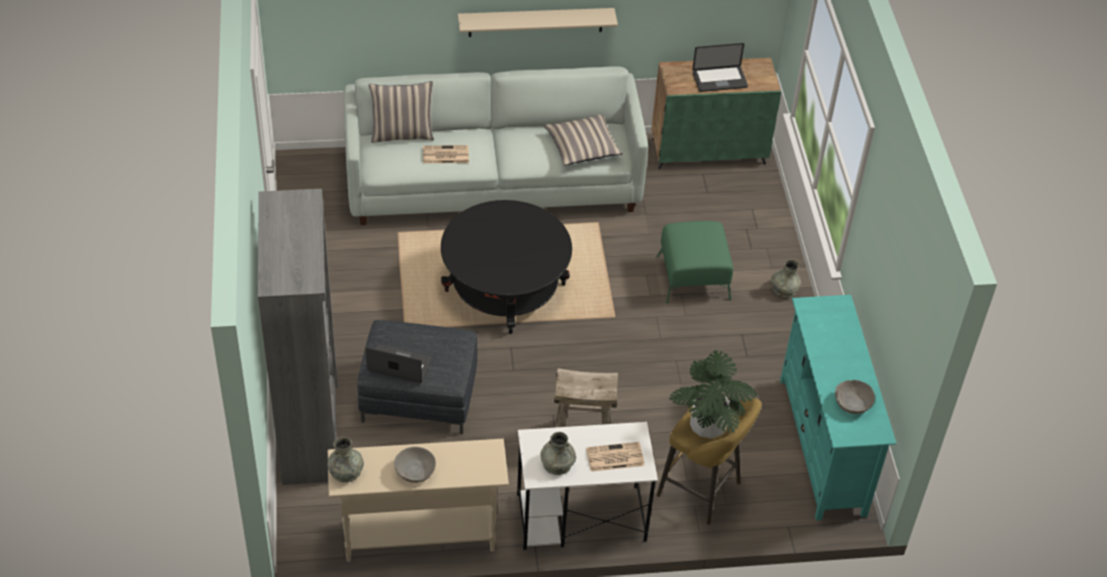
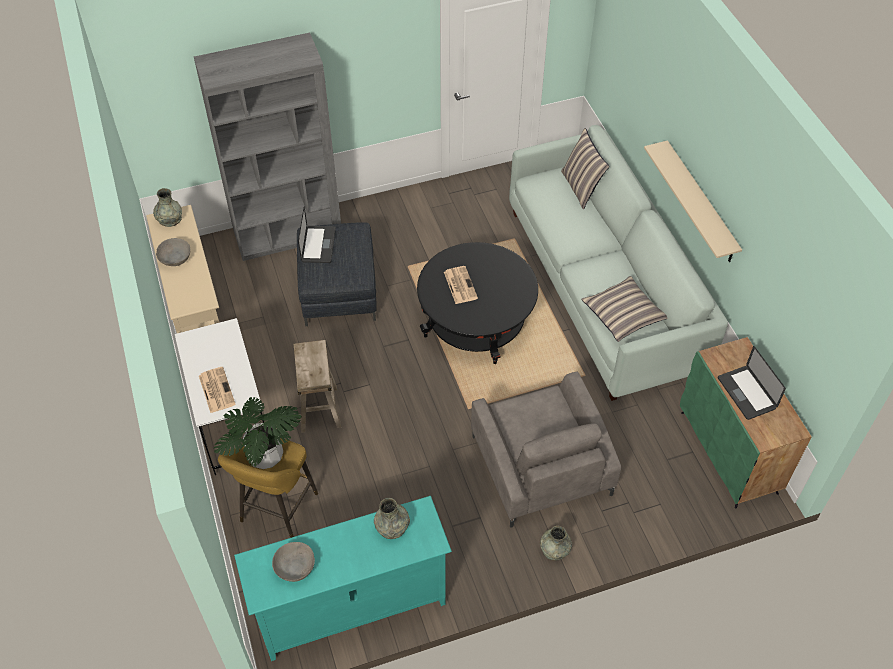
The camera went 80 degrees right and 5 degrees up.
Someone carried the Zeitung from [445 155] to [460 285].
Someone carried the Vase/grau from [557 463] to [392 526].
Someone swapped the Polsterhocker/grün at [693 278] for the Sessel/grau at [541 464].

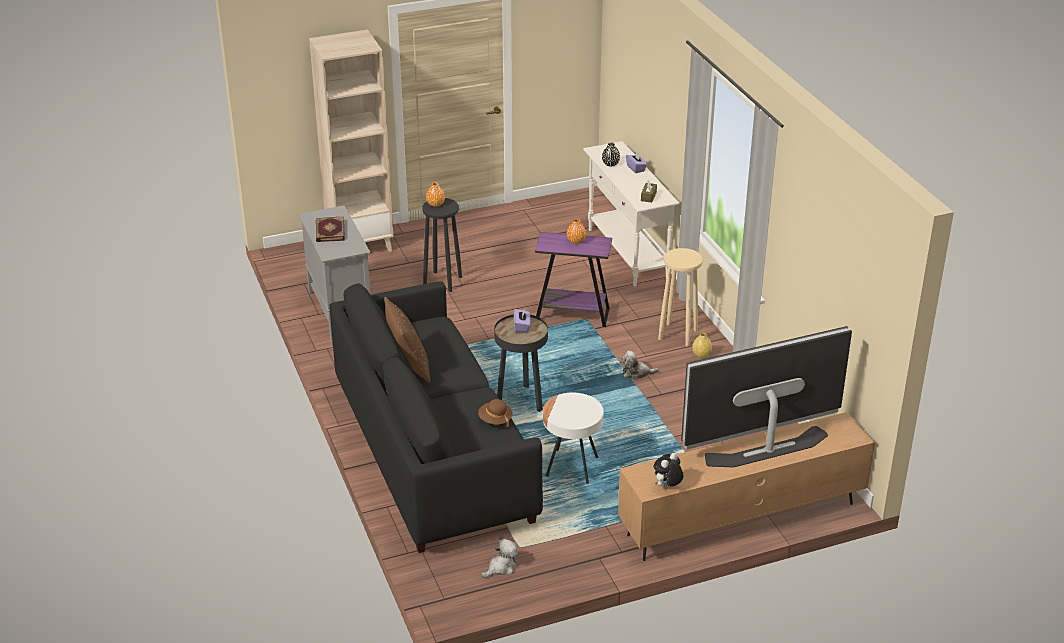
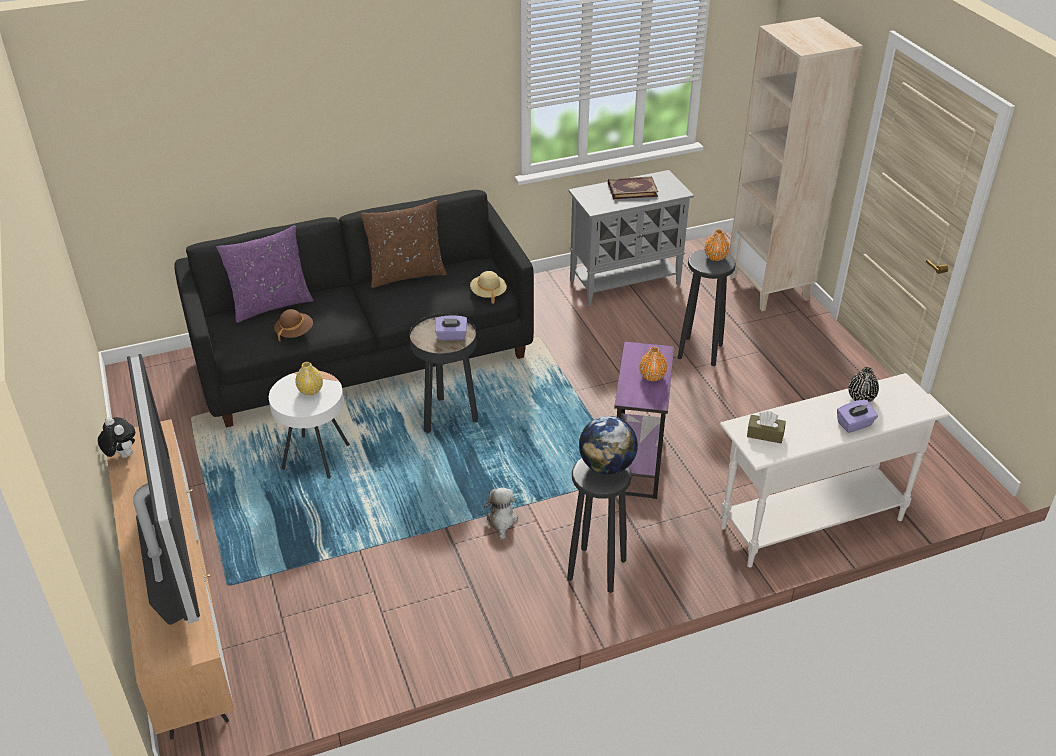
The camera went 90 degrees right and 5 degrees up.
Someone took away the Plüschtier at [501 567].
Someone put down the Kissen/lila at [271 305].
Someone put down the Hut/beige at [488 293].
Someone put down the Globus at [607 466].
Someone carried the Vase/gelb from [701 354] to [310 390].
Someone repainted the Hocker/beige at [678 335], which became the Hocker/schwarz at [596 570].

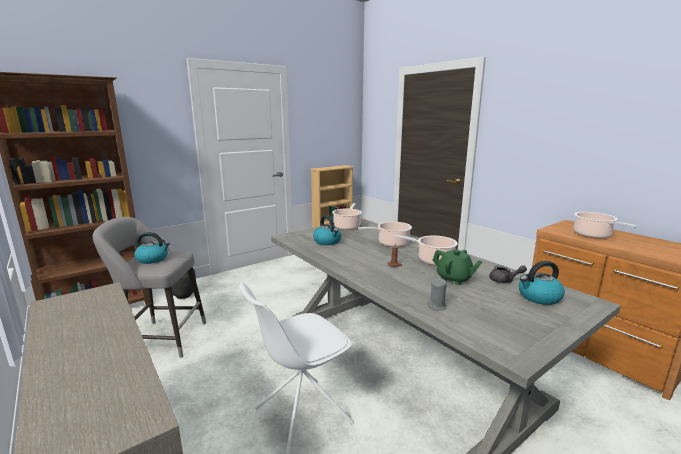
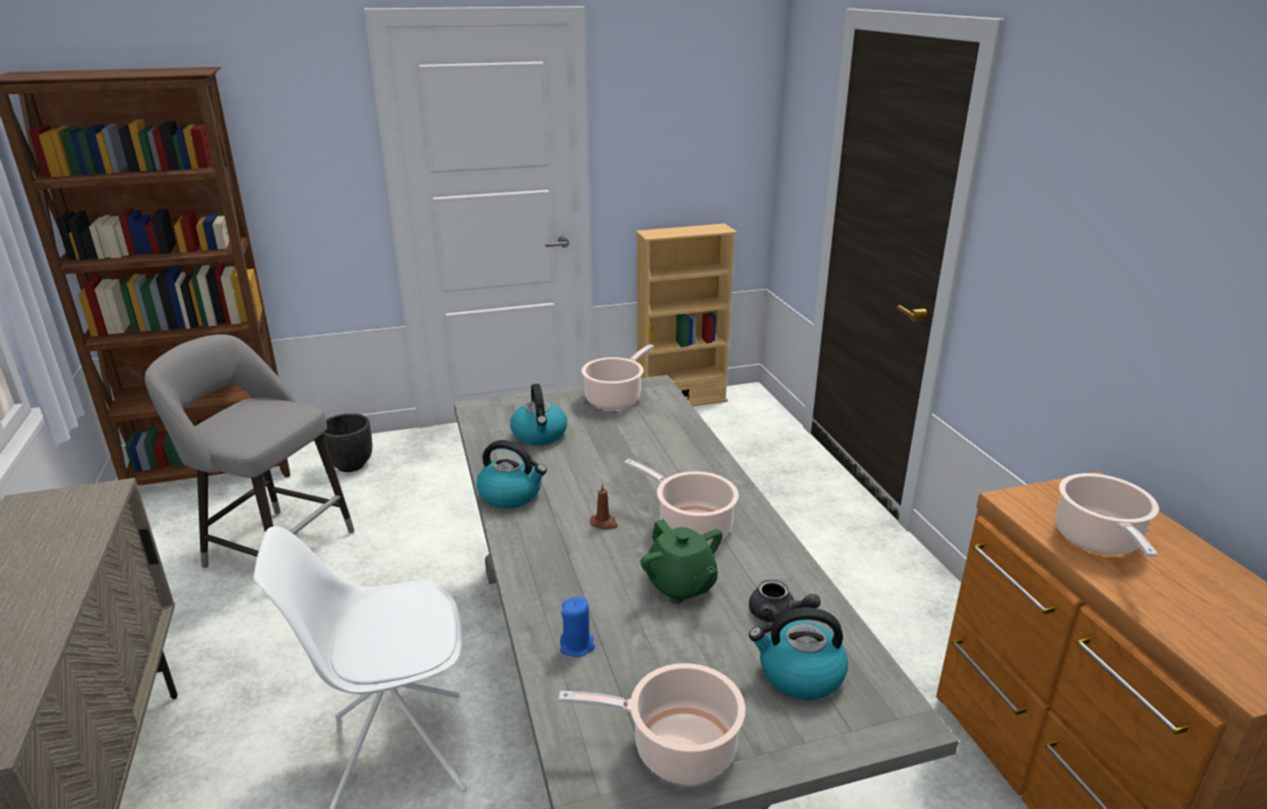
The camera went 20 degrees right and 10 degrees up.
Someone carried the Wasserkessel from [153 259] to [511 495].
Someone carried the Kochtopf from [391 243] to [677 747].
Someone repainted the Kerze/grau at [437 306], which became the Kerze/blau at [577 646].

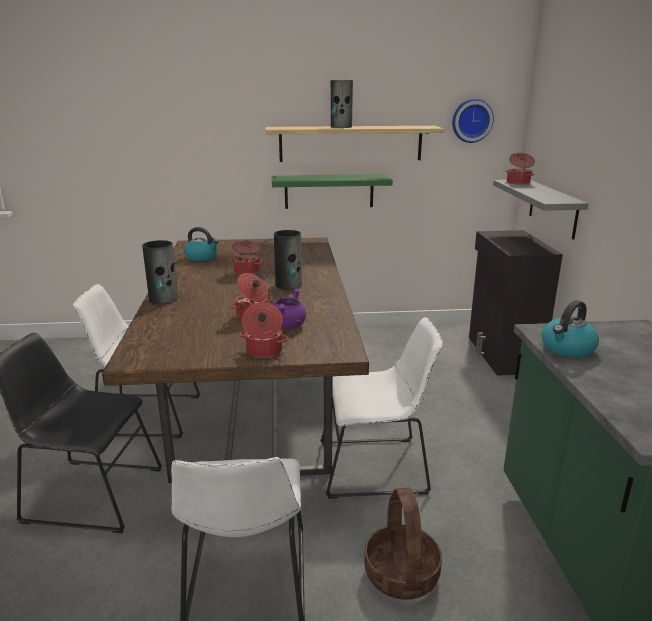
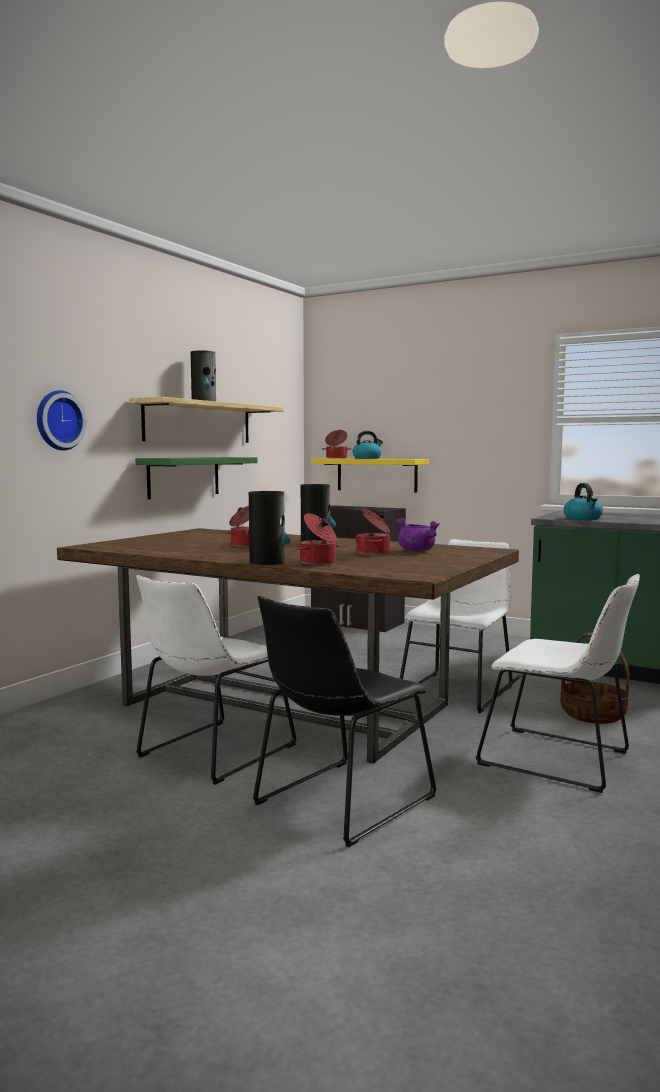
The camera went 55 degrees left and 15 degrees down.
Someone carried the Wasserkessel from [202 257] to [367 458].
Someone carried the Kochtopf from [263 351] to [318 562].
Someone carried the Wanduhr from [471 120] to [58 420].
Someone repainted the Wandregal/grau at [553 208], which became the Wandregal/gelb at [376 475].

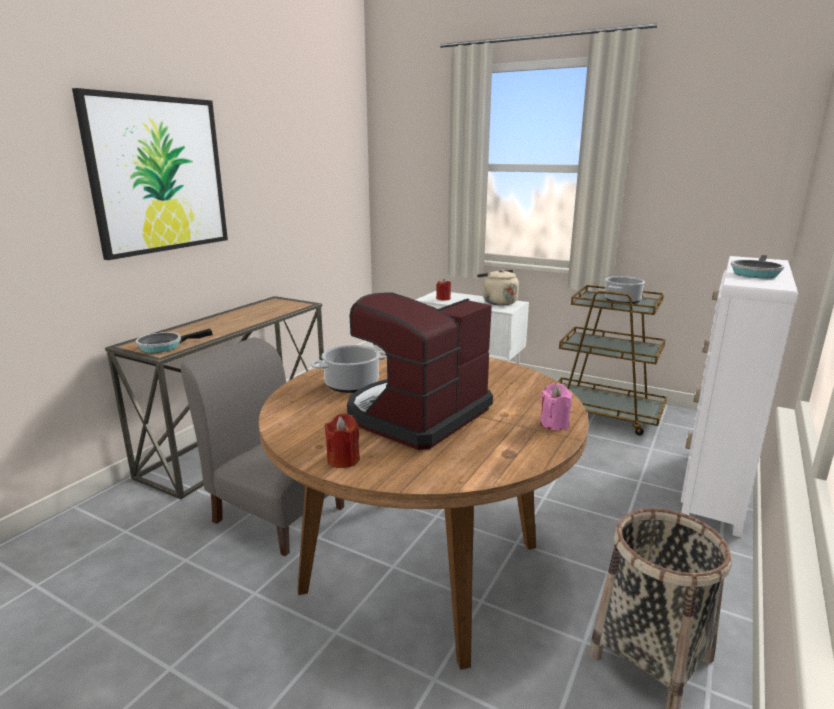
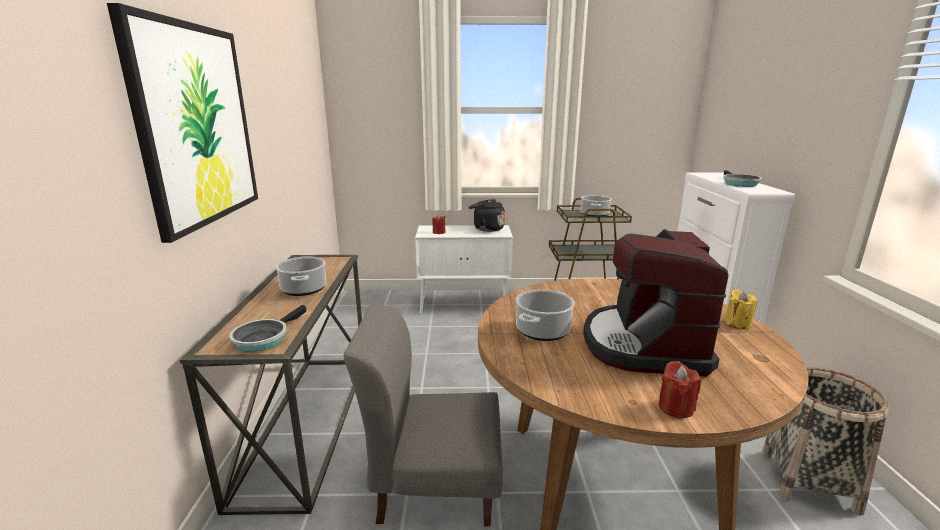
The camera went 30 degrees left and 0 degrees up.
Someone put down the Kochtopf at [304 289].
Someone repainted the Wasserkessel/beige at [497 302], which became the Wasserkessel/schwarz at [486 229].
Someone repainted the Kerze/rosa at [554 424], which became the Kerze/gelb at [737 323].

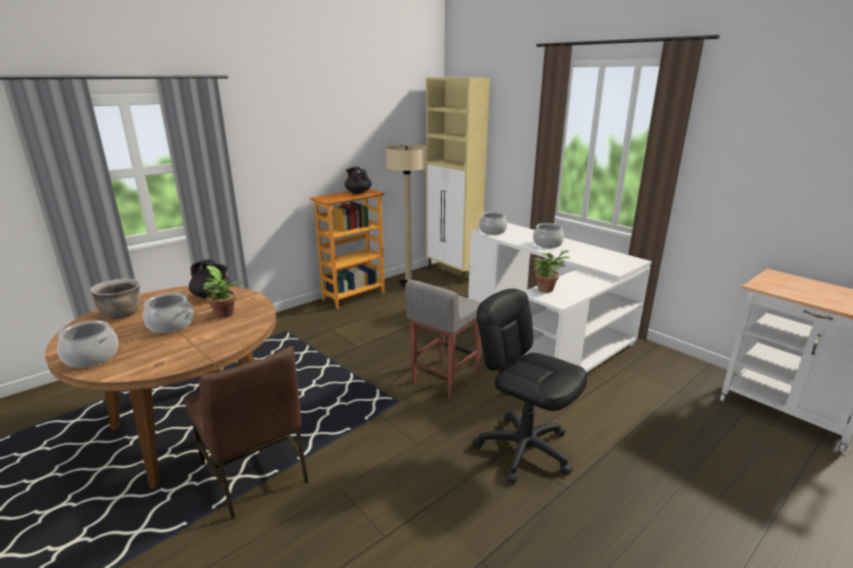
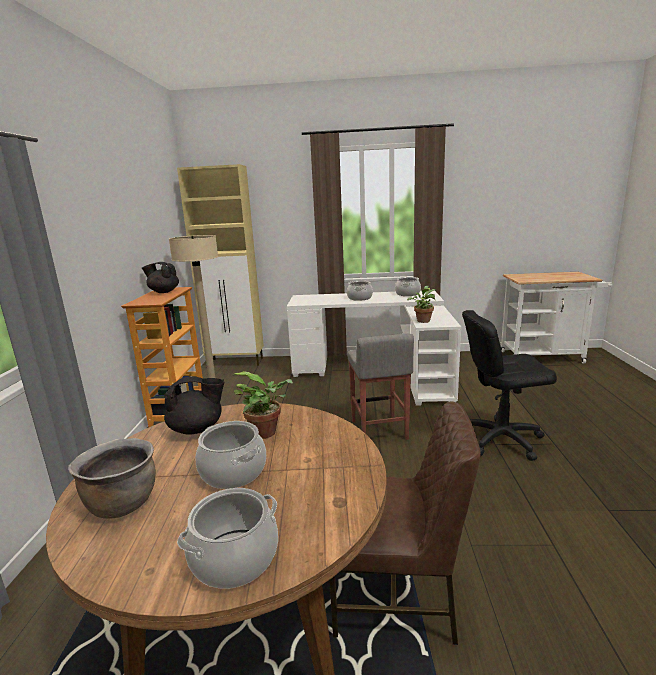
The camera went 45 degrees left and 5 degrees down.
Someone carried the Kochtopf from [492 231] to [407 294].

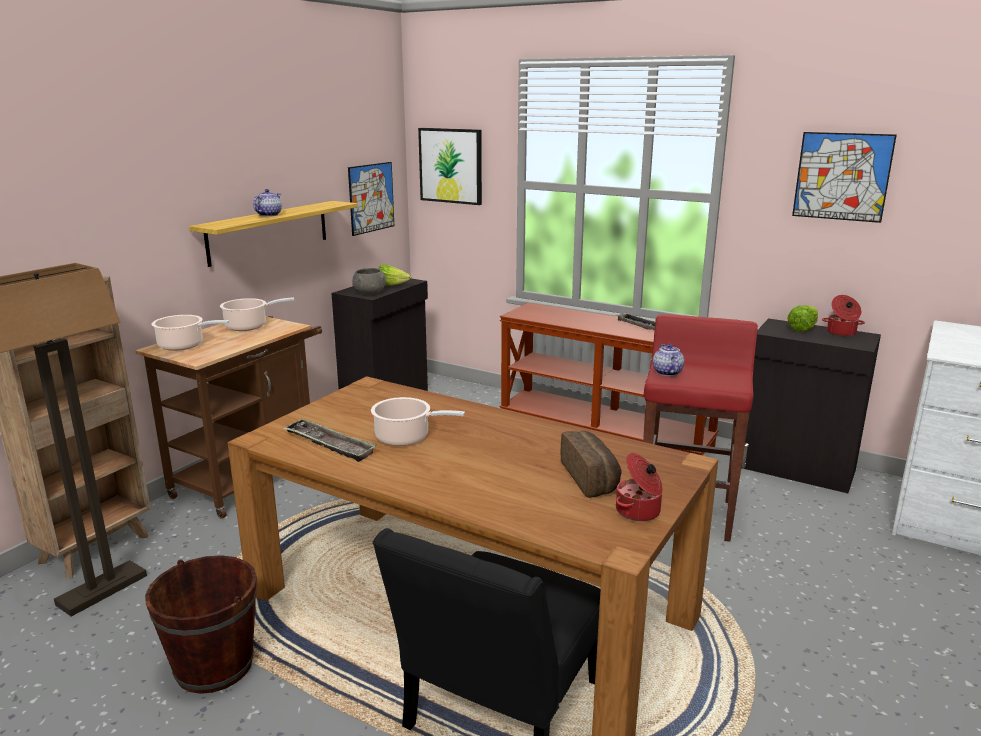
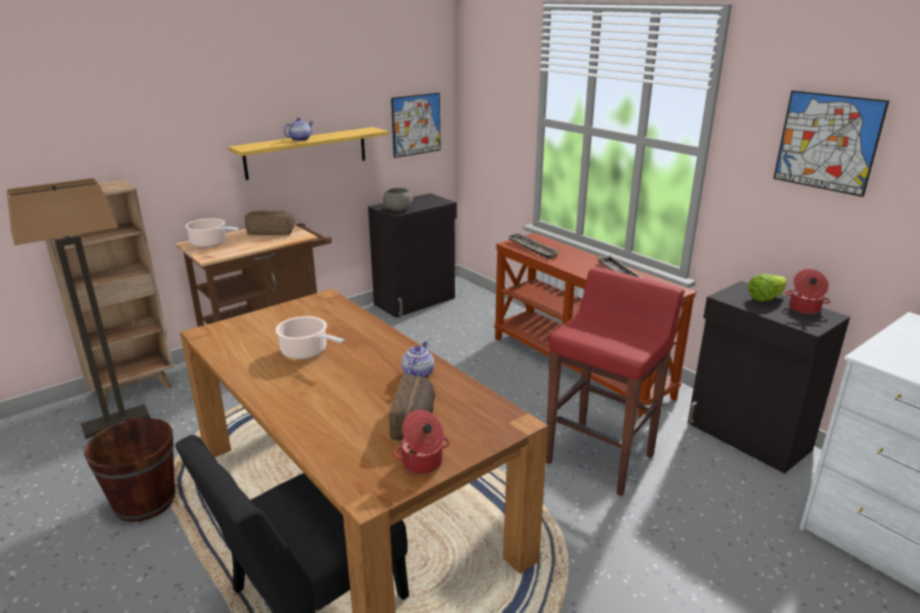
The camera went 20 degrees right and 5 degrees up.
Someone took away the Salatkopf at [392 286].
Someone took away the Bild at [451 165].
Someone carried the Tablett from [329 444] to [532 249].
Someone carried the Teekanne from [666 372] to [418 374].
Someone swapped the Kochtopf at [249 326] for the Brot at [272 232].

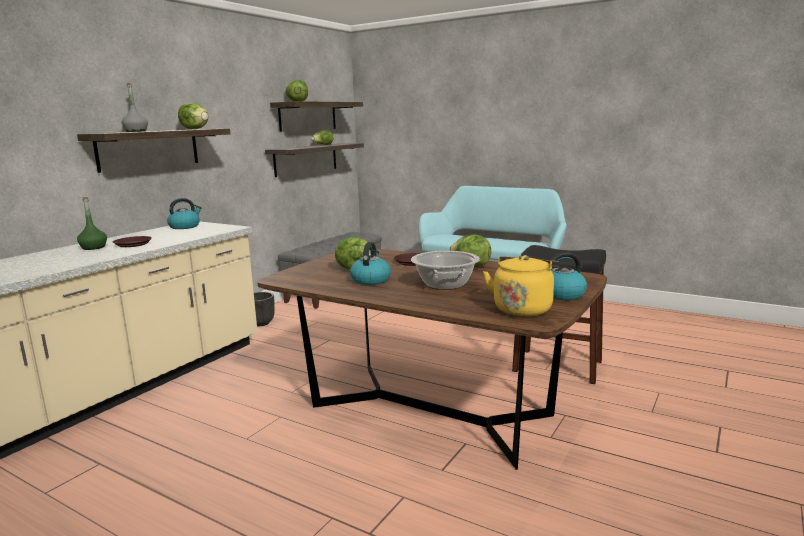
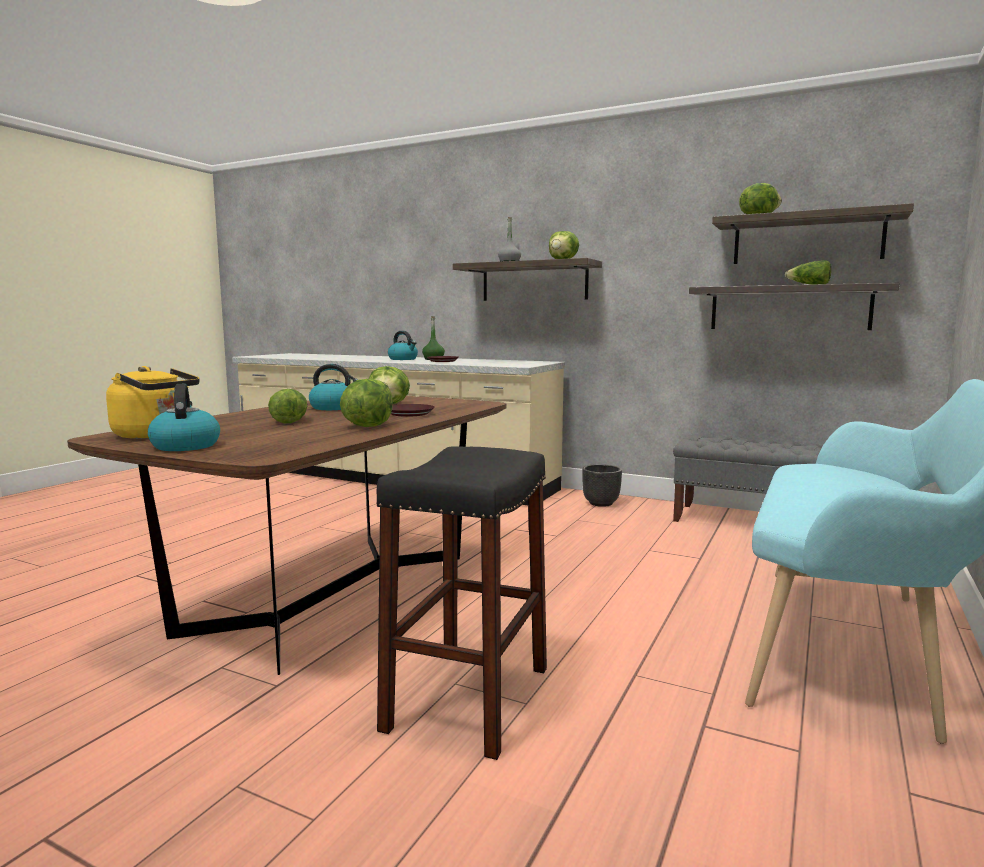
The camera went 85 degrees right and 5 degrees down.
Someone carried the Wasserkessel from [185 227] to [403 359].
Someone swapped the Kochtopf at [445 284] for the Salatkopf at [289 420].

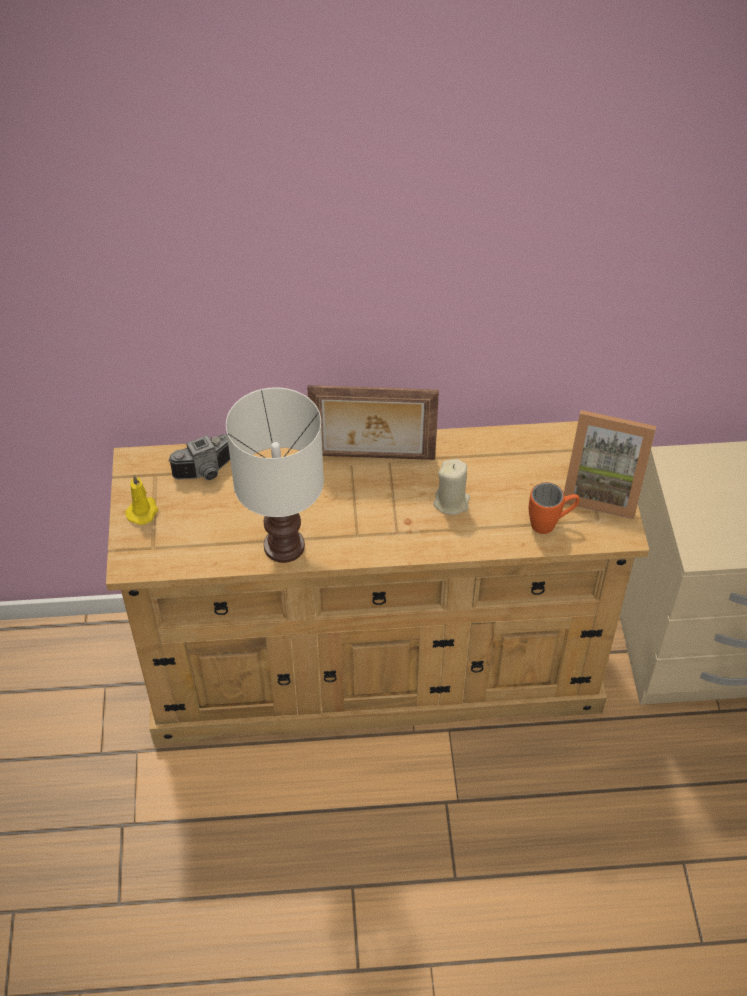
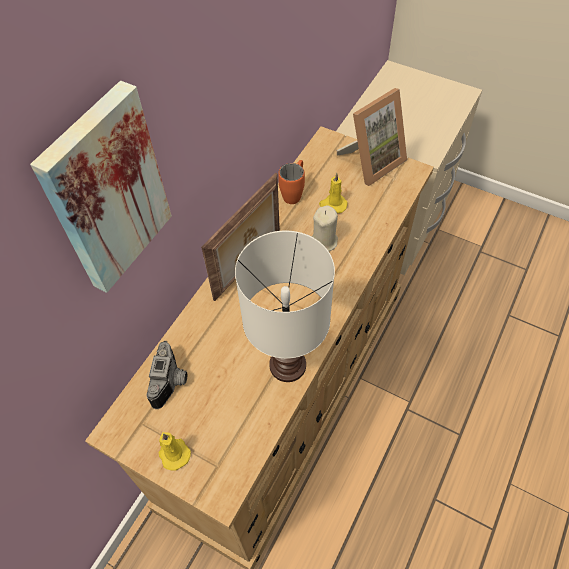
The camera went 55 degrees left and 5 degrees up.
Someone put up the Bild at [105 191].
Someone put down the Kerze/gelb at [333 205].
Someone carried the Henkelbecher/orange from [550 523] to [294 193].

